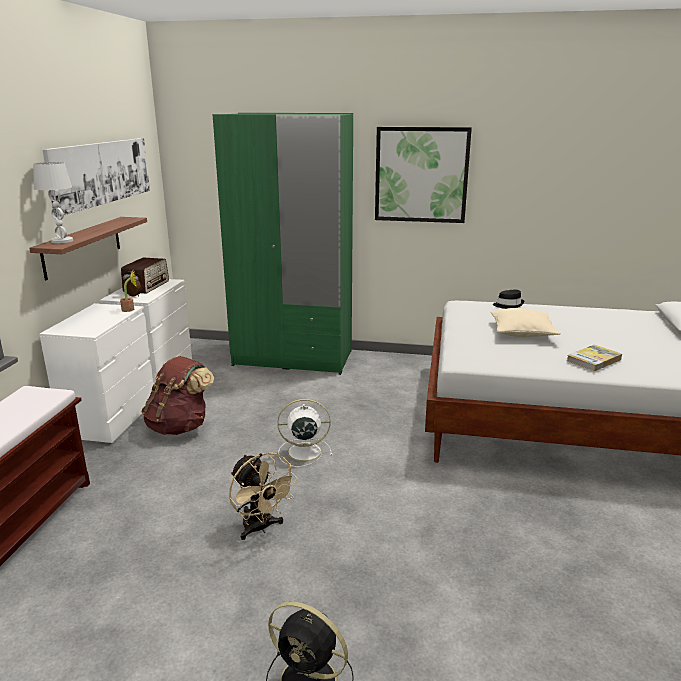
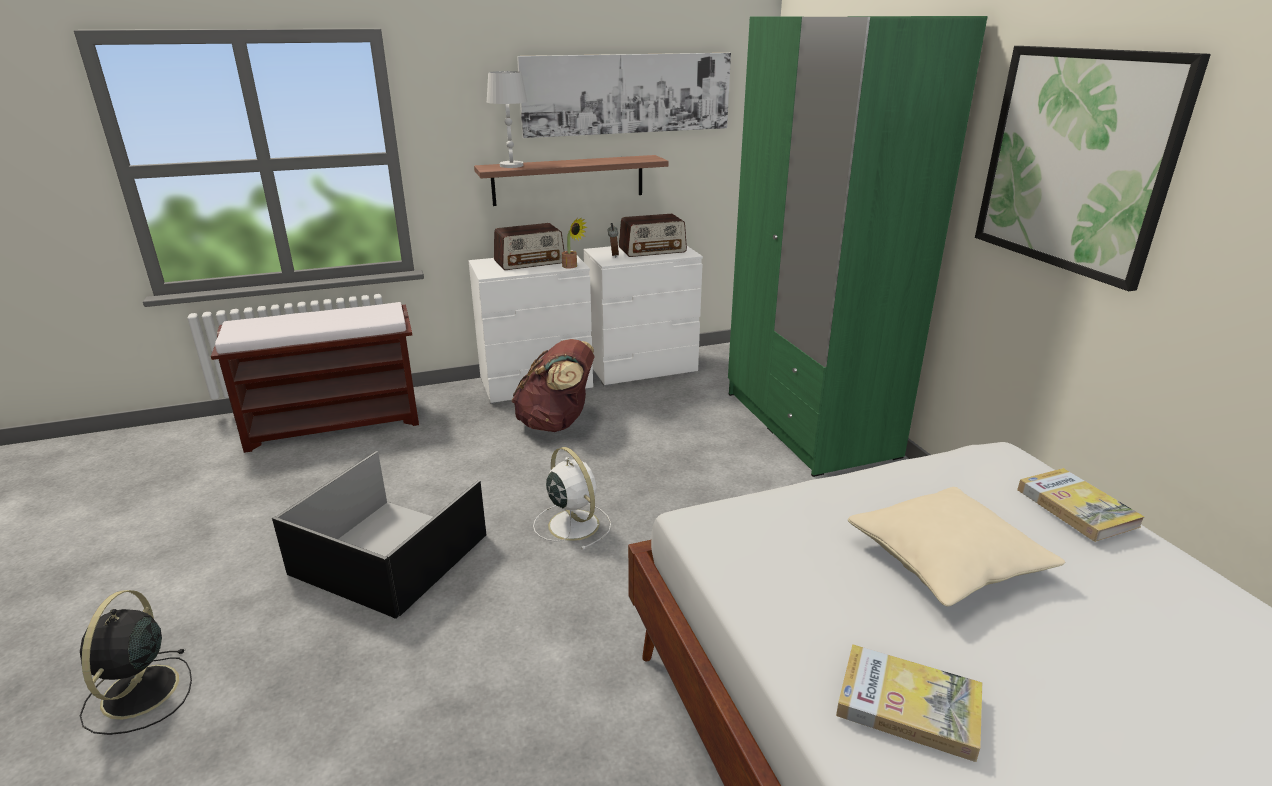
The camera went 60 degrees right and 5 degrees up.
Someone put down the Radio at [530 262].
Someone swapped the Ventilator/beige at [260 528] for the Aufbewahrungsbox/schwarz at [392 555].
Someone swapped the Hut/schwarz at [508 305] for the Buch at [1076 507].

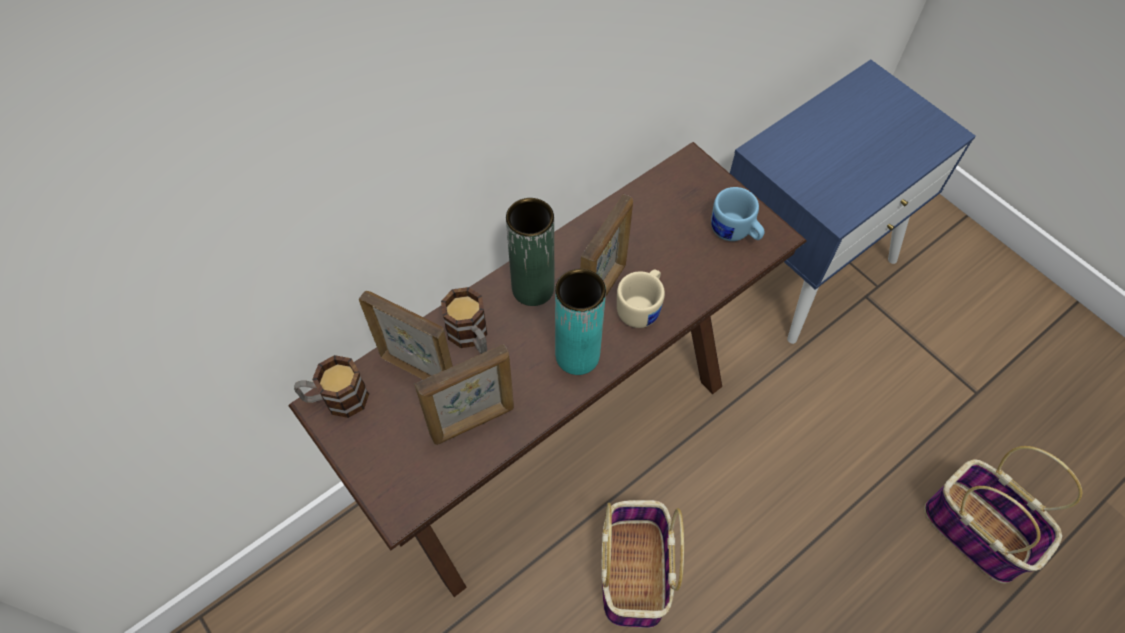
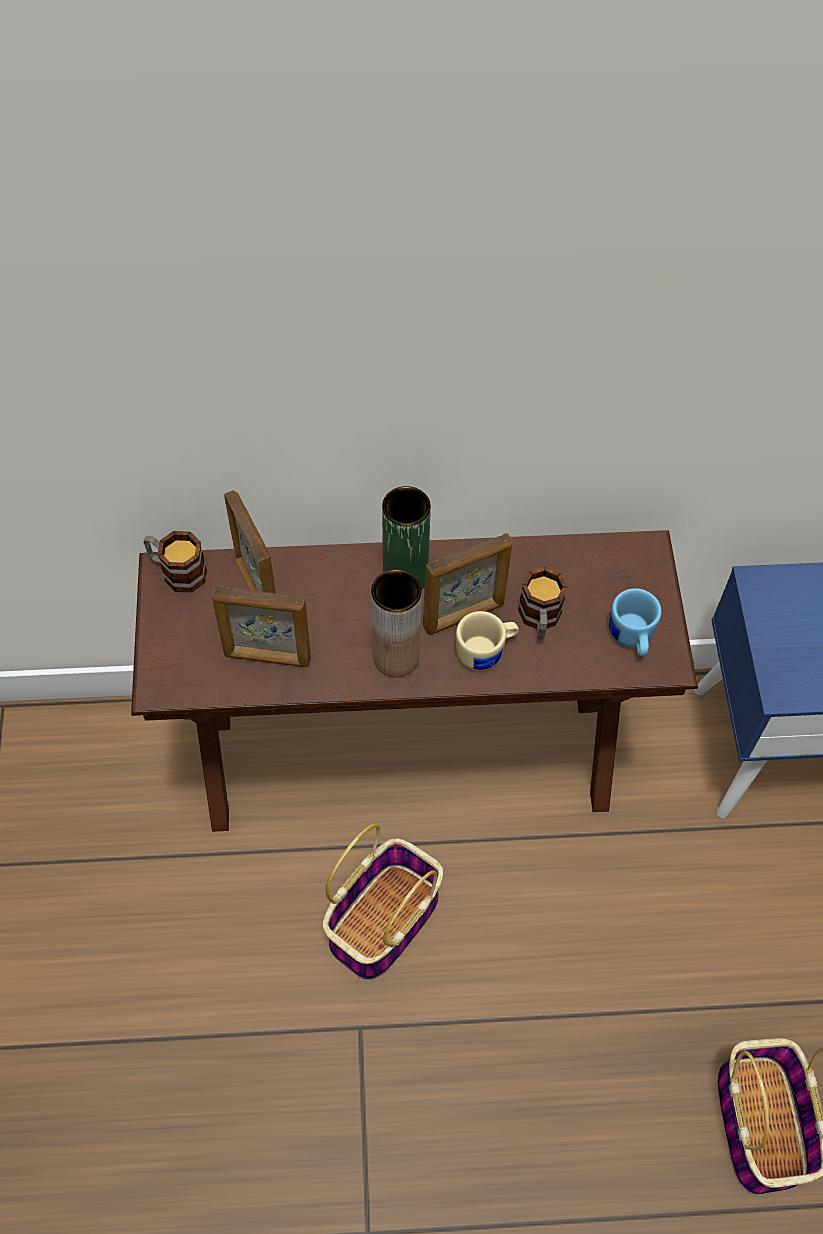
The camera went 35 degrees right and 0 degrees up.
Someone carried the Henkelbecher from [471 337] to [539 620].
Someone repainted the Vase/türkis at [577 355], which became the Vase/braun at [396 657].

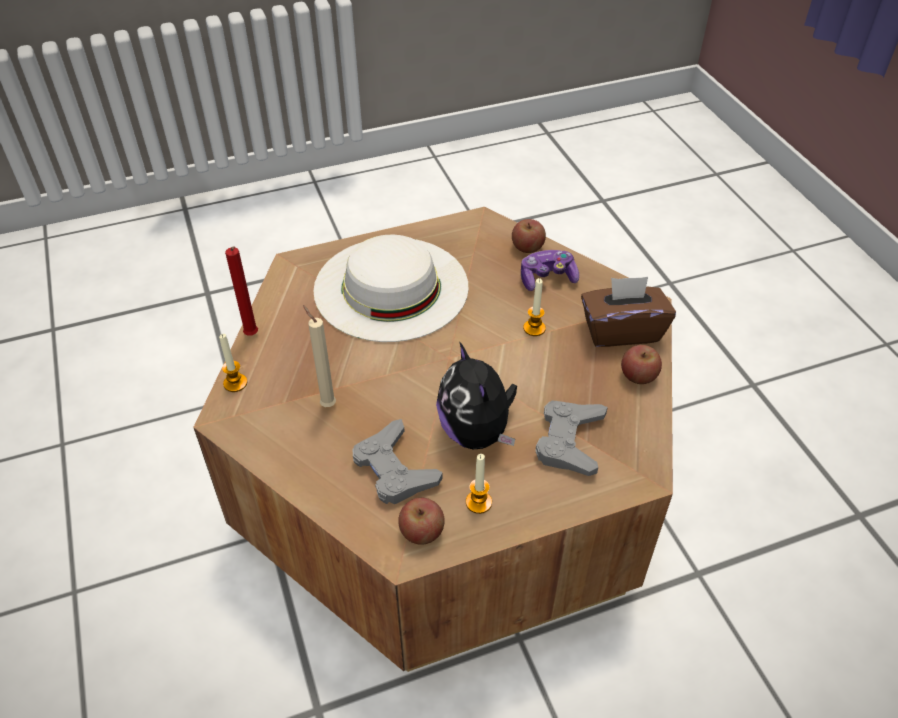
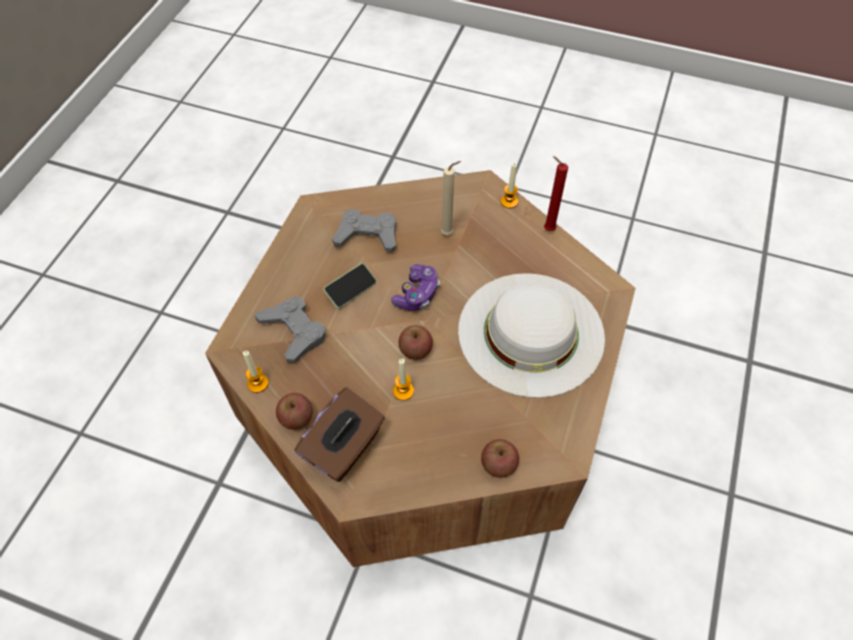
The camera went 130 degrees right and 10 degrees up.
Someone carried the Apfel from [421 531] to [415 350].
Someone carried the Kerze from [478 502] to [258 383].
Someone carried the Gamepad from [547 278] to [417 294].
Someone swapped the Plüschtier at [477 432] for the Handy at [351 290].

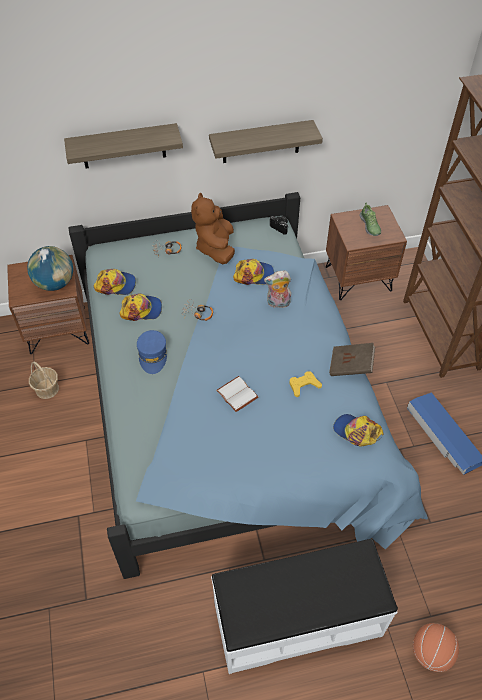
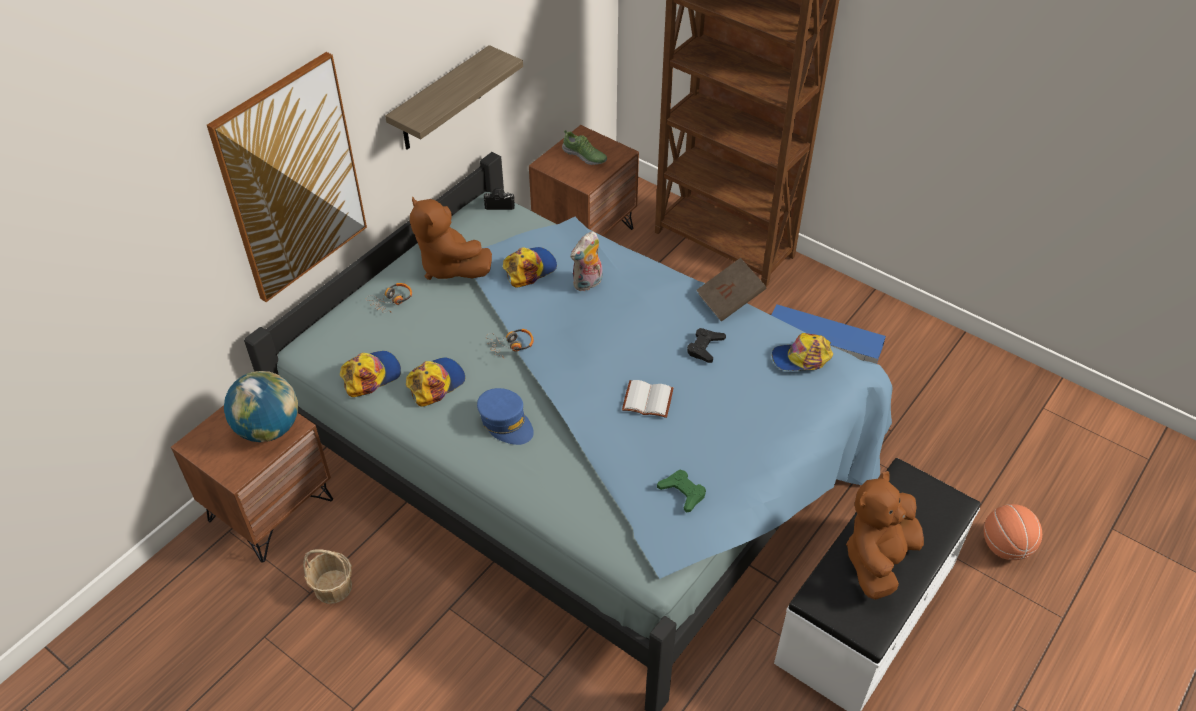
The camera went 40 degrees left and 5 degrees down.
Someone put down the Gamepad/grün at [682 492].
Someone put down the Plüschtier/braun at [878 559].
Someone swapped the Wandregal at [123 146] for the Bild at [291 179].
Someone repainted the Gamepad/gelb at [304 385], which became the Gamepad/schwarz at [705 347].

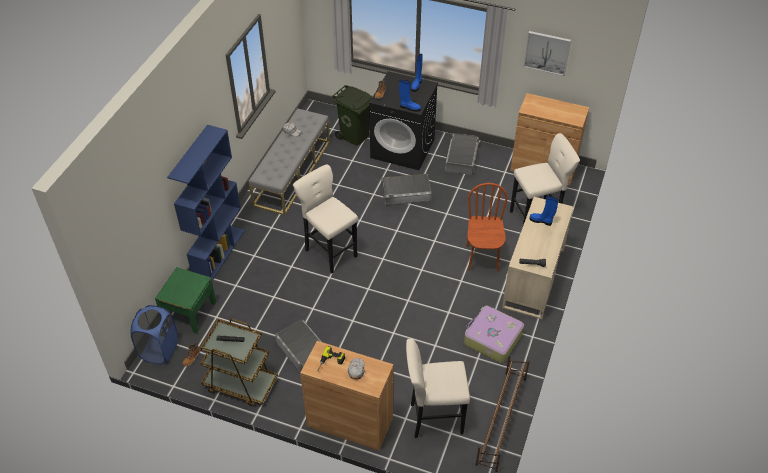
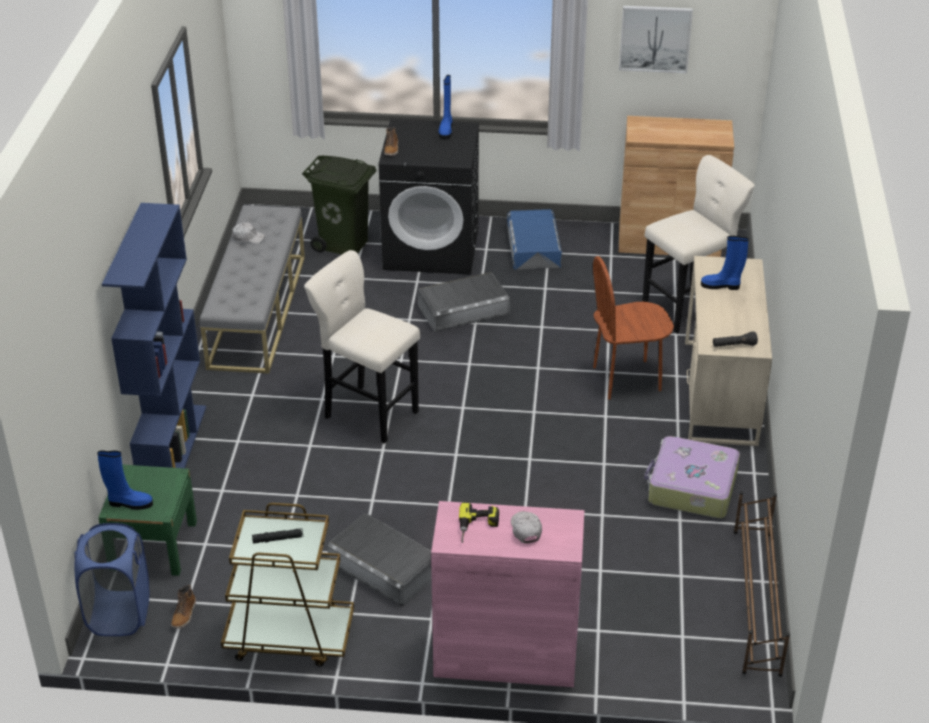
The camera went 15 degrees left and 10 degrees down.
Someone took away the Hocker/beige at [433 419].
Someone carried the Stiefel/blau from [409 108] to [129 503].
Someone repainted the Schrank/braun at [350 422], which became the Schrank/rosa at [505 655].
Someone repainted the Aufbewahrungsbox/grau at [462 158], which became the Aufbewahrungsbox/blau at [533 247].
Someone rotated the Stuhl/braun at [482 258] by 90 degrees counterclockwise.

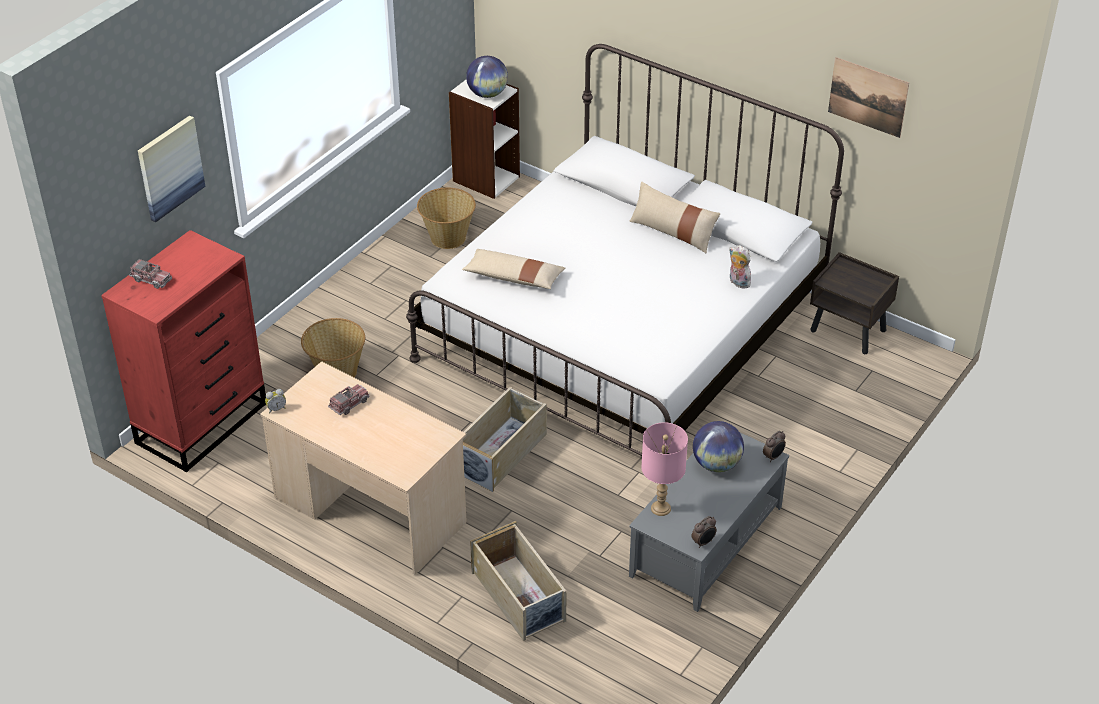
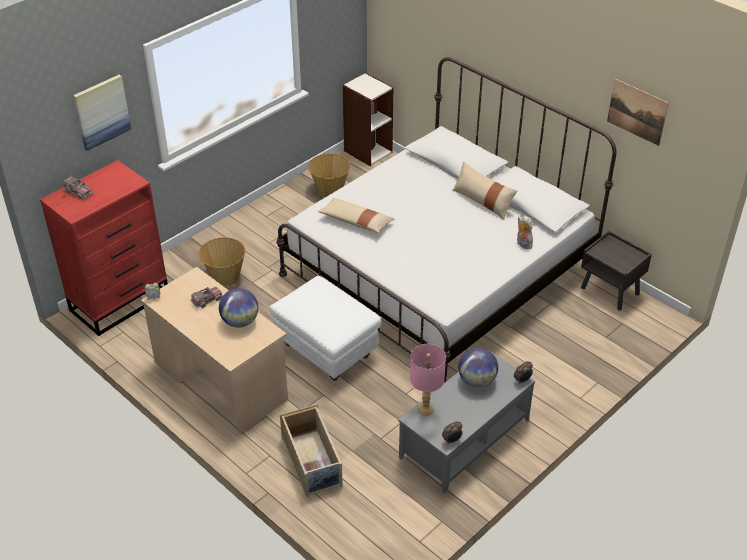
The camera went 10 degrees right and 0 degrees up.
Someone carried the Globus from [487 94] to [240 321].
Someone swapped the Aufbewahrungsbox/beige at [501 453] for the Polsterhocker/weiß at [327 350].

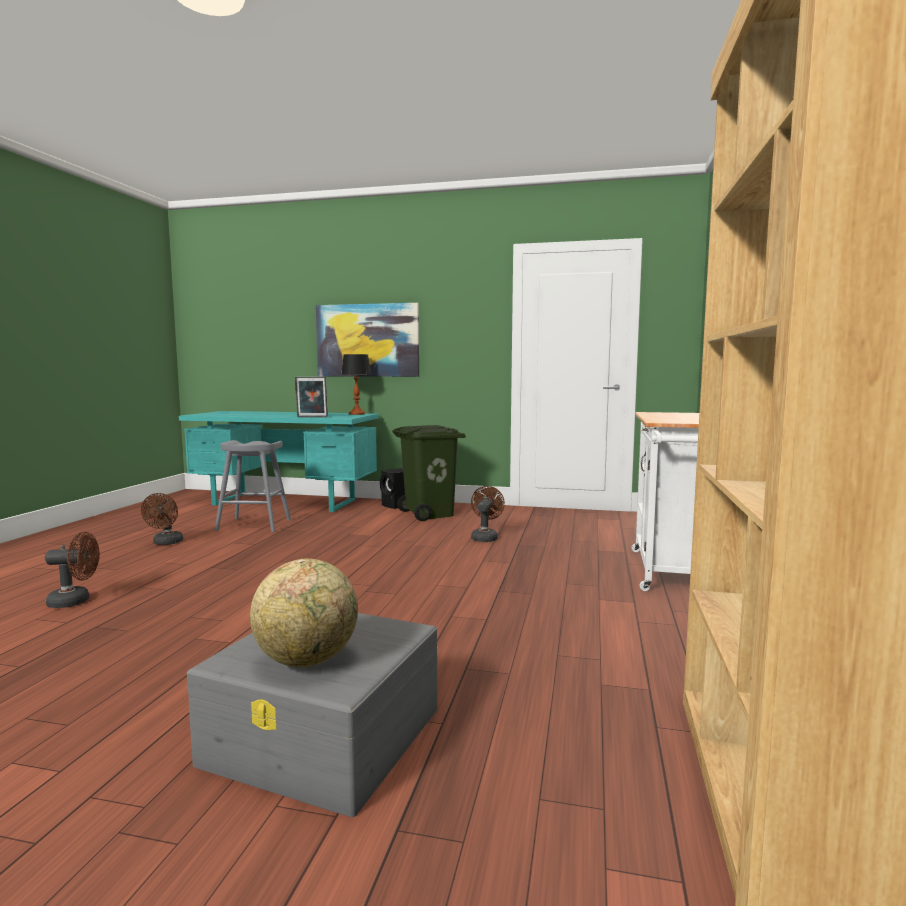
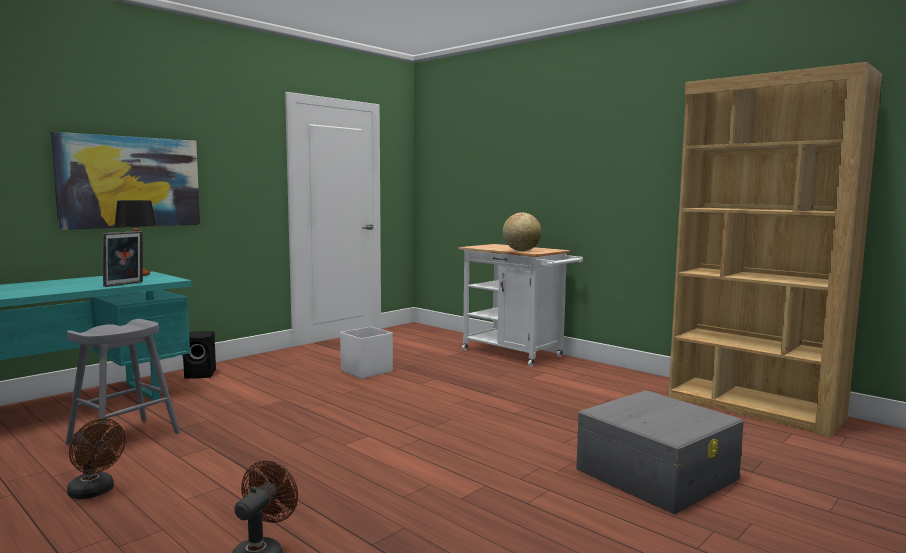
The camera went 60 degrees left and 0 degrees up.
Someone took away the Mülleimer/grün at [430 514].
Someone carried the Globus from [307 660] to [521 250].
Someone swapped the Ventilator/braun at [485 537] for the Aufbewahrungsbox/weiß at [365 371].

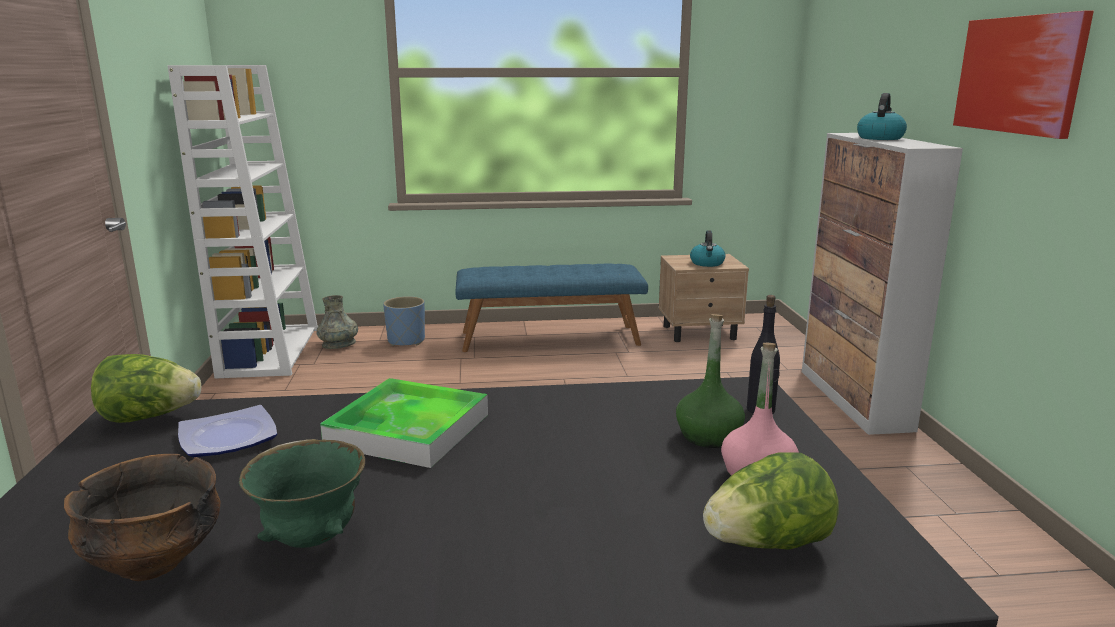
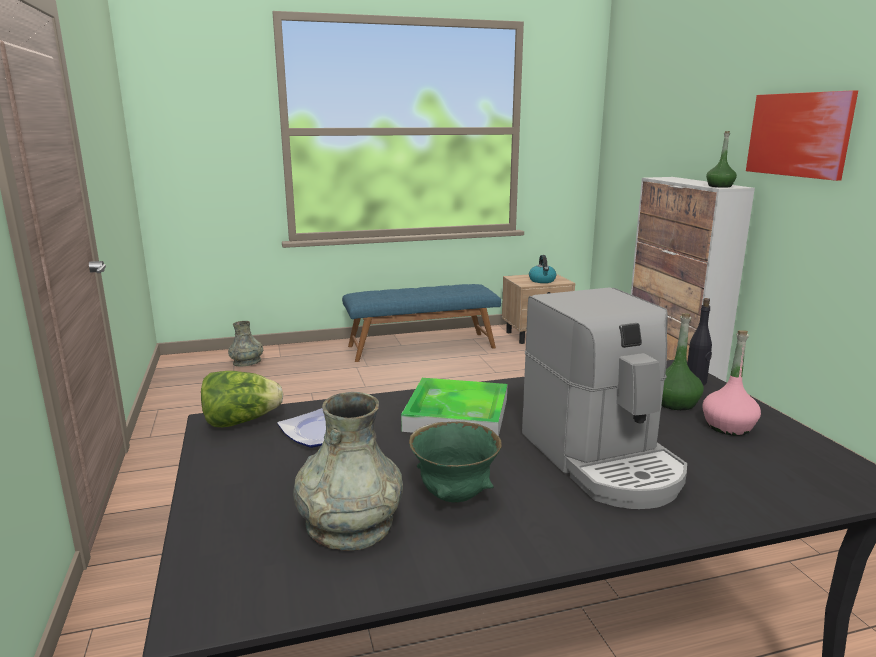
The camera went 10 degrees left and 0 degrees up.
Someone took away the Bücherregal/weiß at [269 351].
Someone took away the Pflanzkübel/blau at [406 341].
Someone took away the Salatkopf at [767 544].
Someone took away the Wasserkessel at [880 138].
Someone put down the Kaffeemaschine at [602 460].
Someone put down the Flasche/grün at [719 186].
Someone swapped the Schüssel at [154 561] for the Vase/grau at [349 524].

